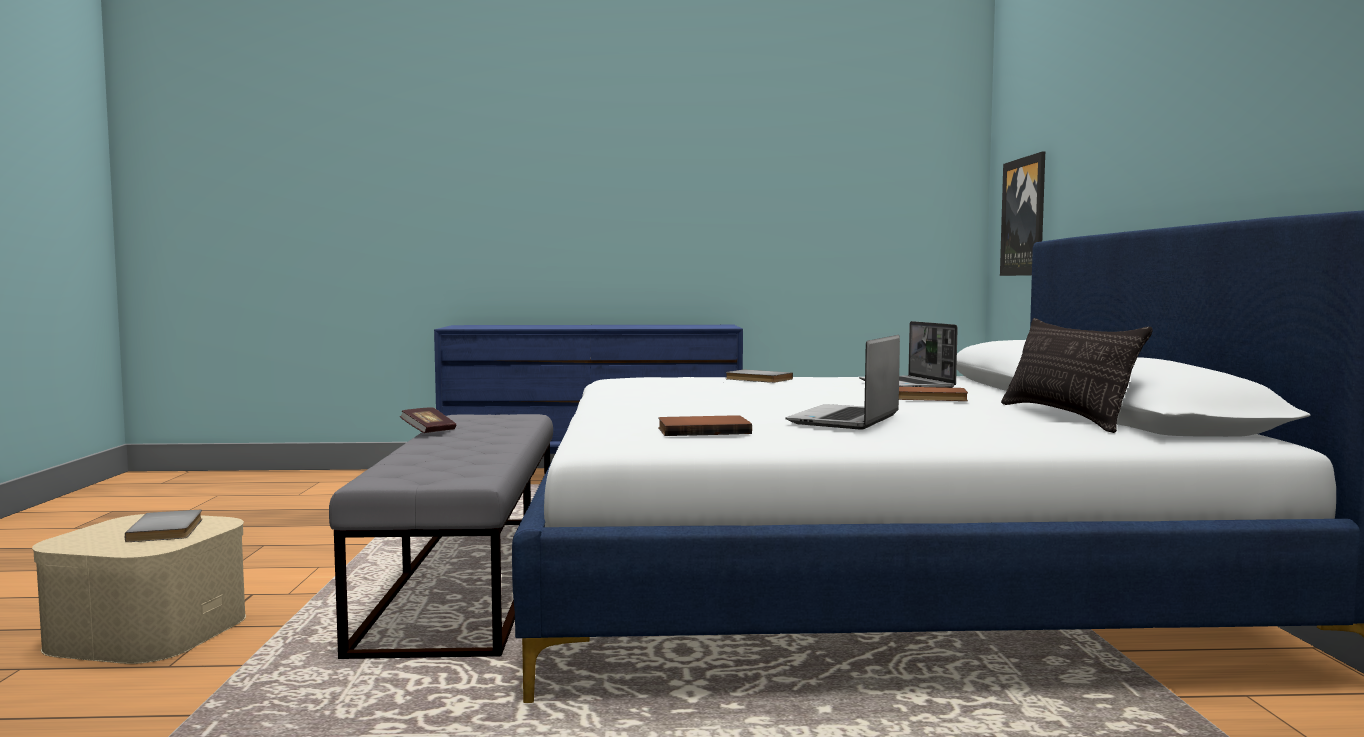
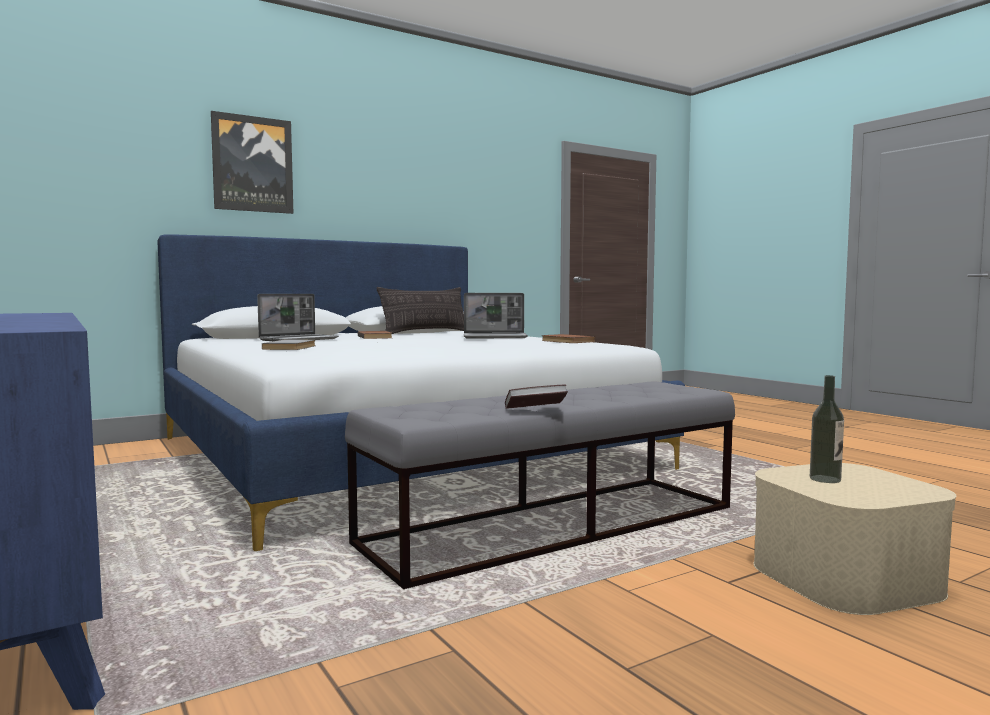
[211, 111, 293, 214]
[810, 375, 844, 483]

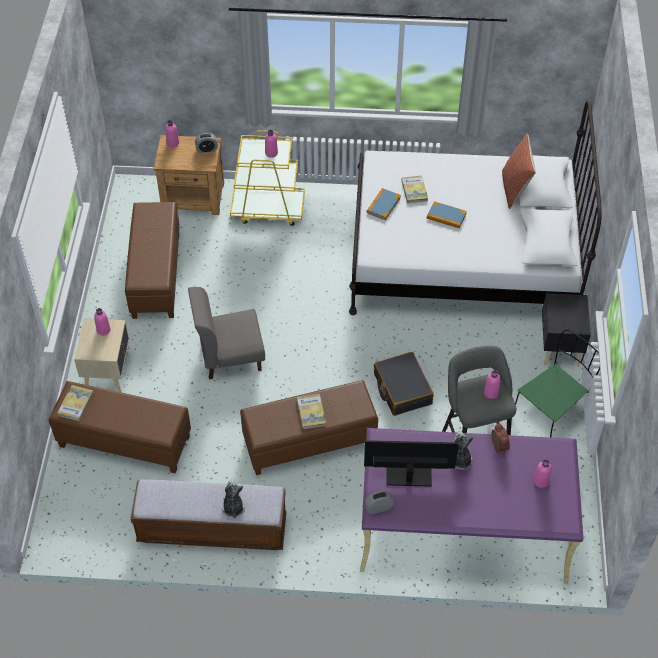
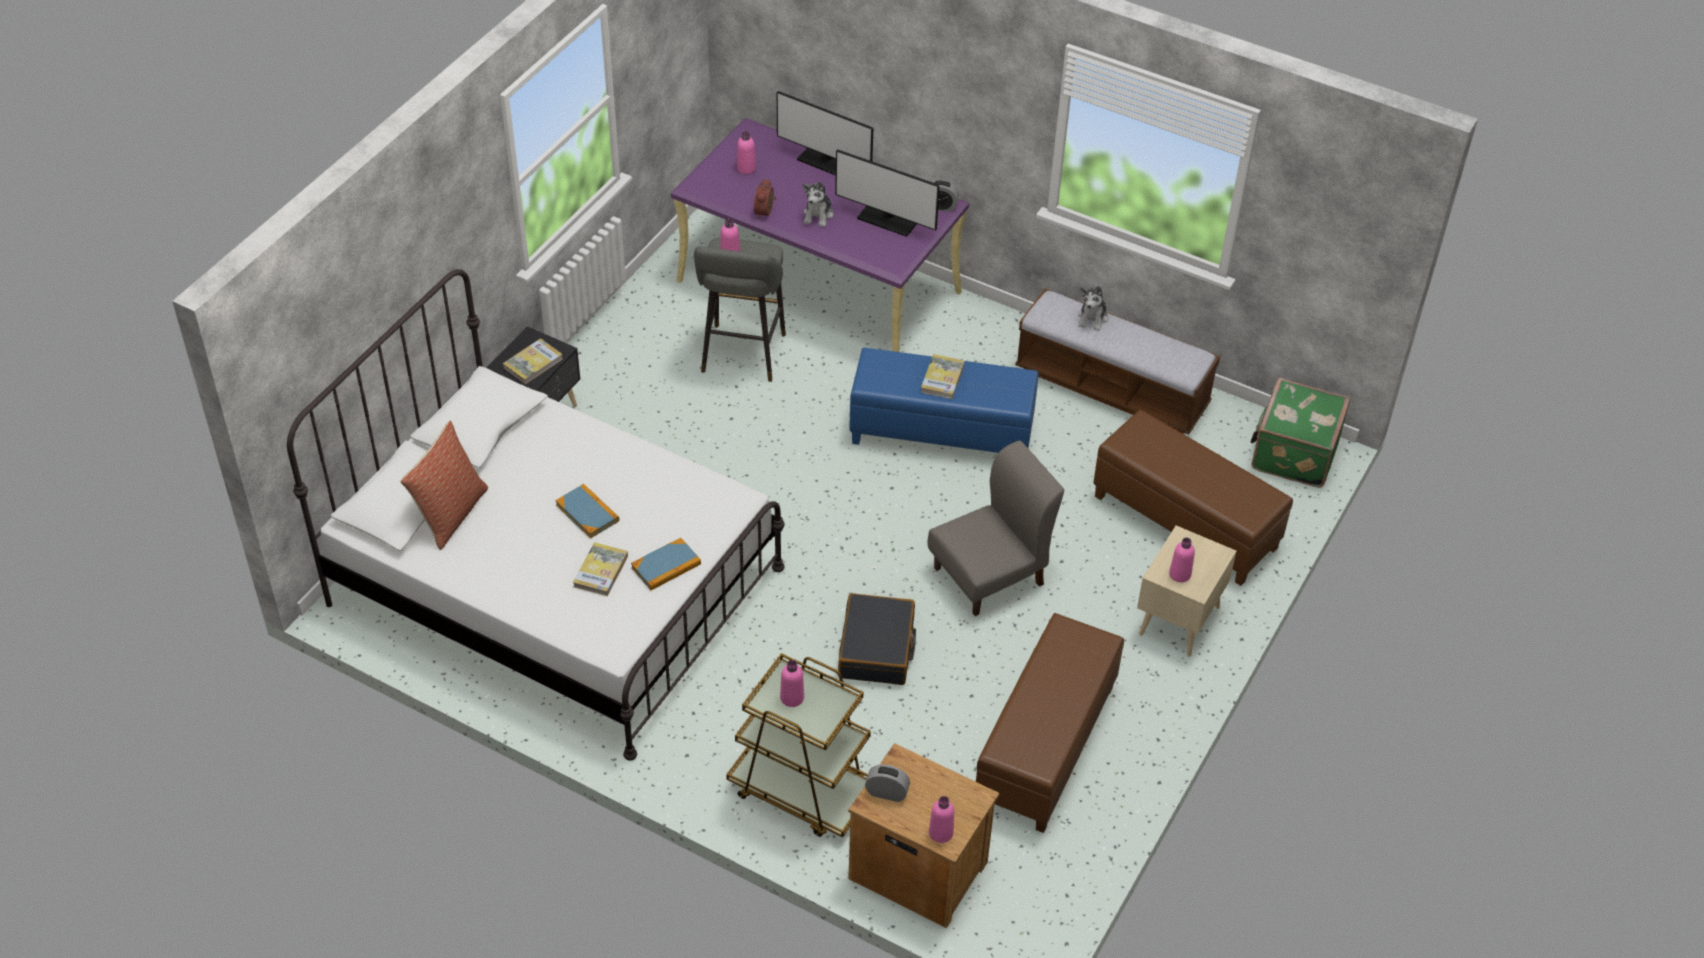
[726, 653, 871, 837]
[928, 441, 1064, 616]
[515, 330, 600, 438] (first image)
[838, 593, 916, 685]
[849, 348, 1039, 453]
[503, 339, 562, 384]
[777, 91, 873, 175]
[1250, 378, 1350, 487]

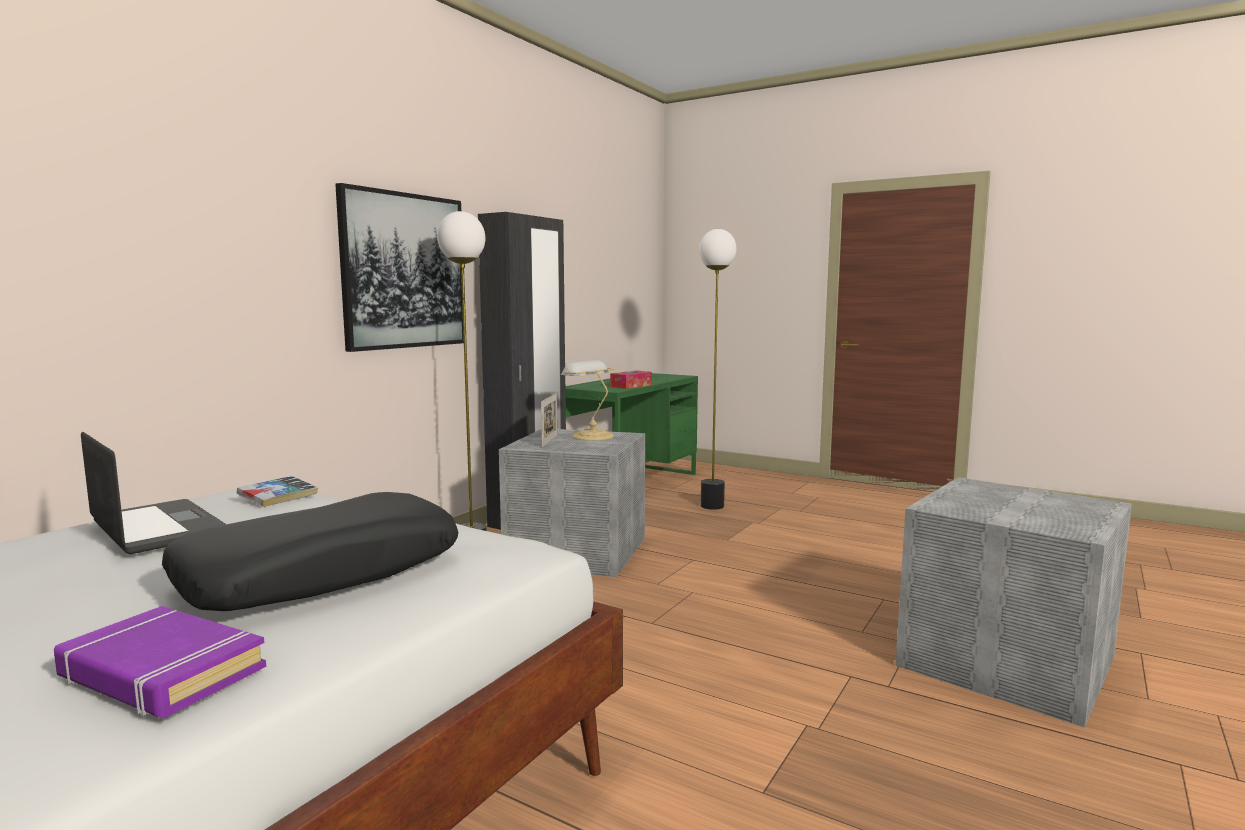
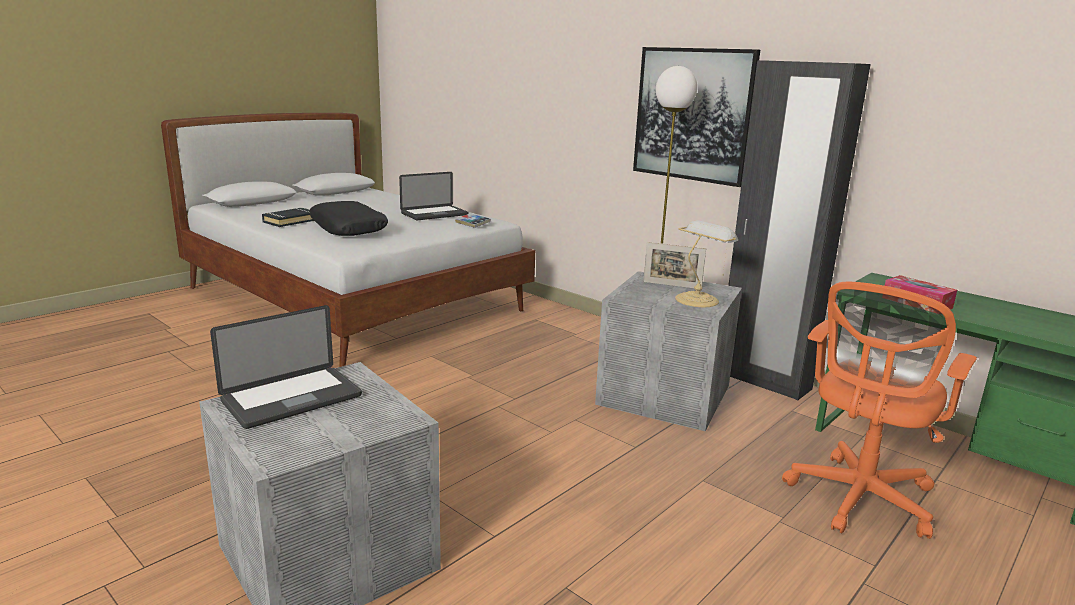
[782, 282, 977, 539]
[262, 208, 314, 227]
[210, 305, 362, 429]

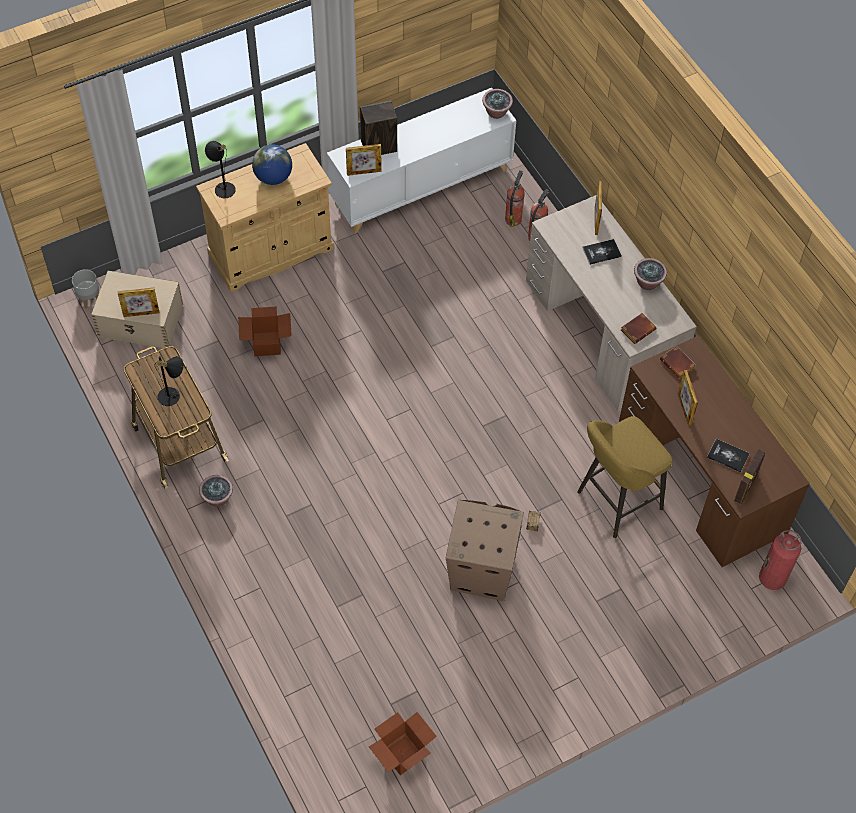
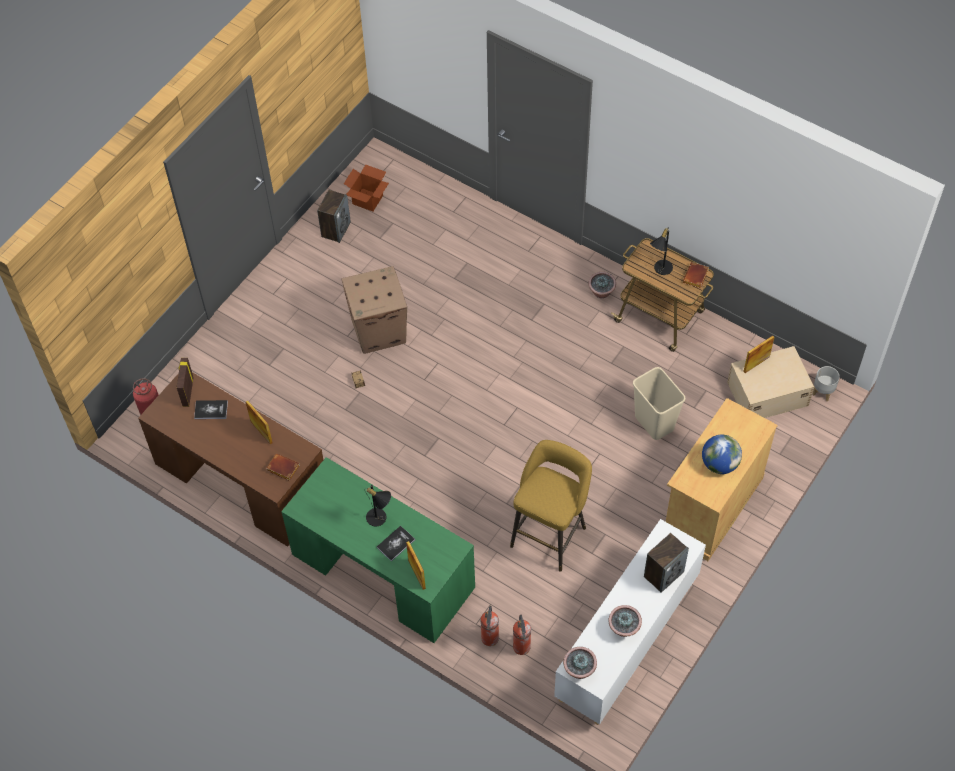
[364, 485, 391, 526]
[346, 144, 382, 176] (first image)
[281, 457, 475, 643]
[609, 605, 642, 637]
[633, 367, 685, 440]
[683, 262, 709, 288]
[510, 440, 592, 571]
[317, 190, 351, 243]

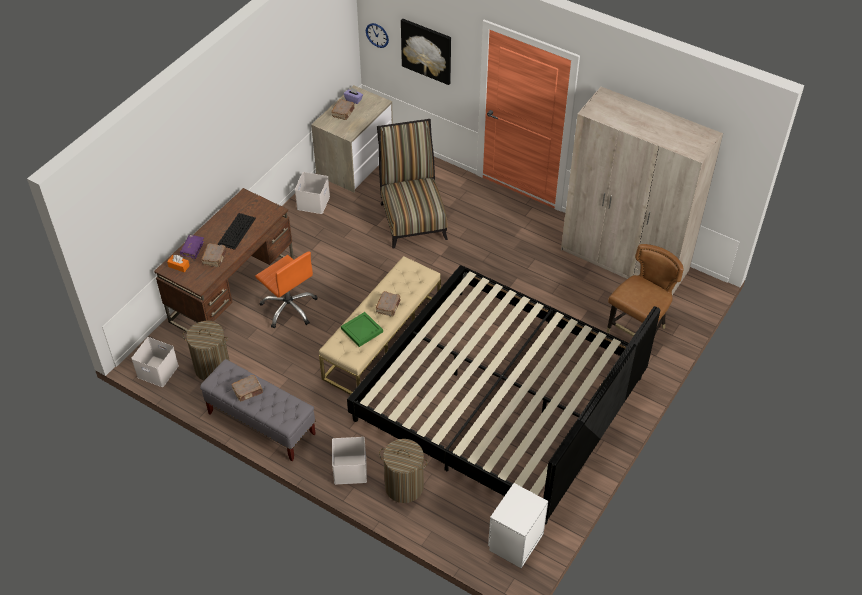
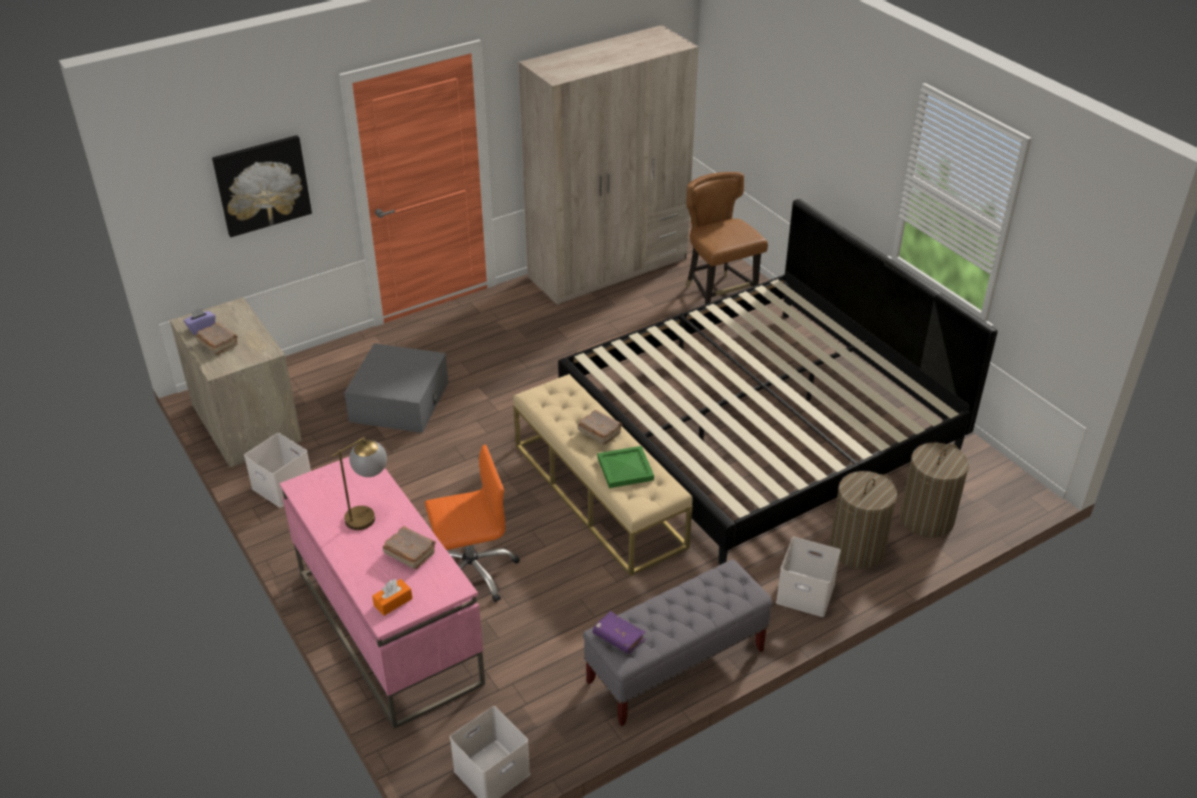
[366, 23, 389, 48] (first image)
[344, 343, 448, 433]
[280, 457, 485, 729]
[331, 437, 387, 530]
[593, 611, 646, 654]
[900, 443, 969, 538]
[232, 375, 263, 401] (first image)
[488, 483, 548, 568] (first image)

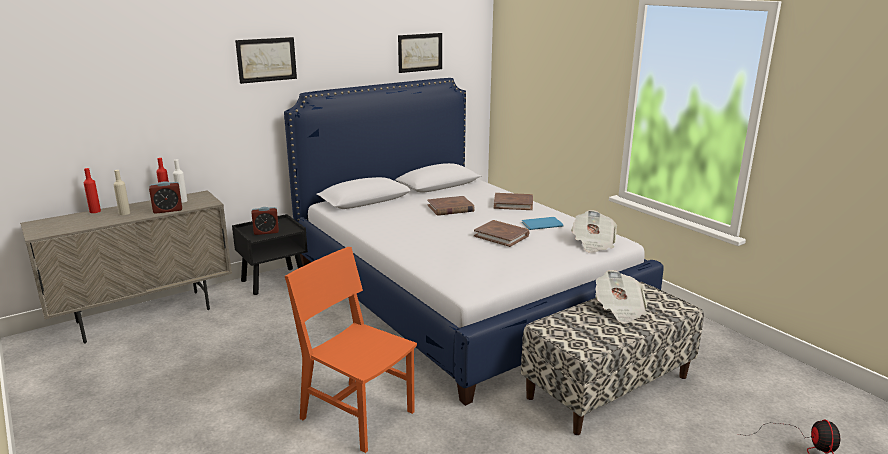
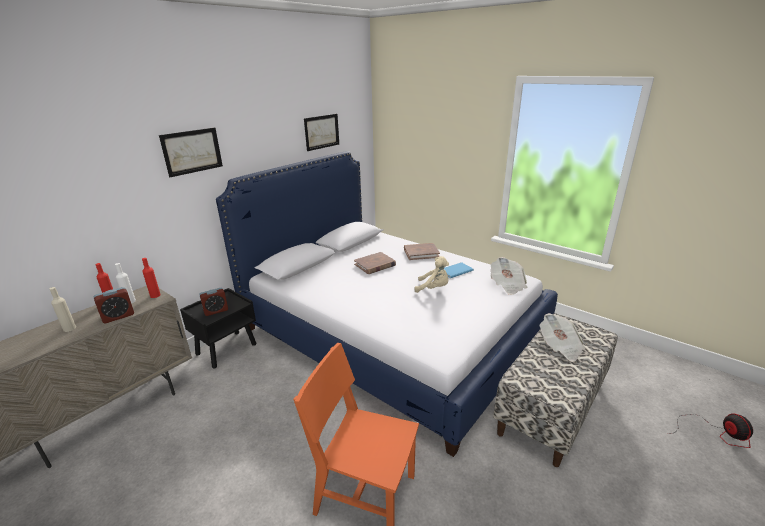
[142, 258, 161, 298]
[414, 256, 449, 293]

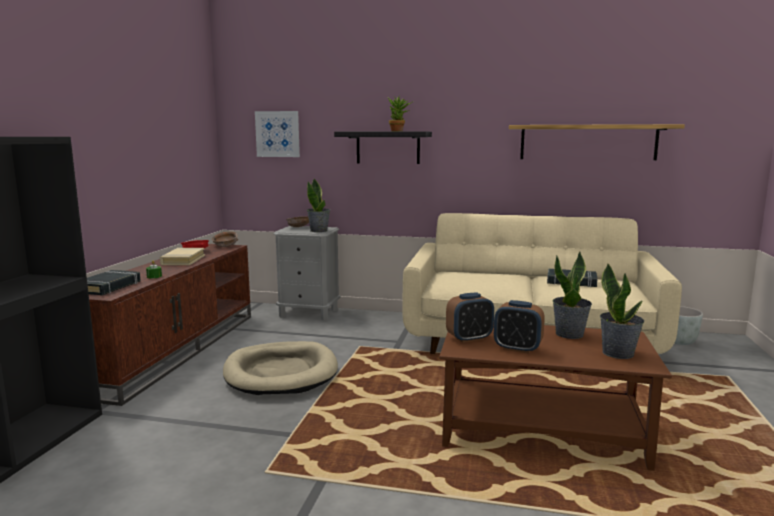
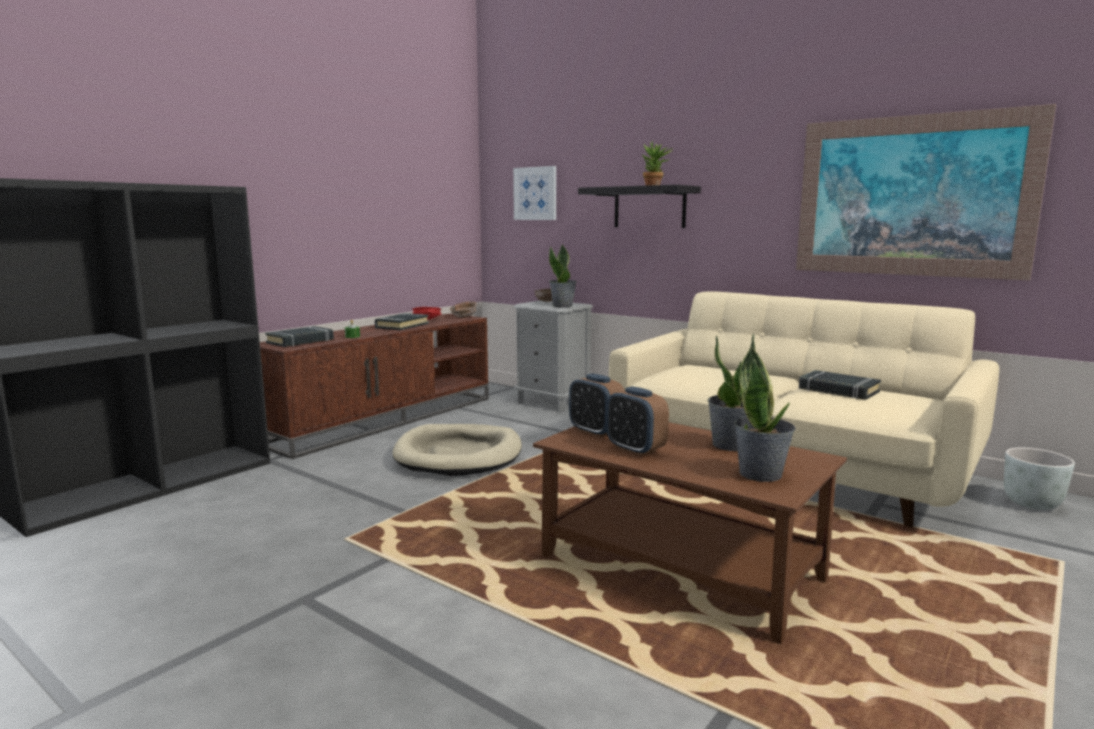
[796, 104, 1056, 280]
[375, 313, 429, 330]
[569, 374, 625, 438]

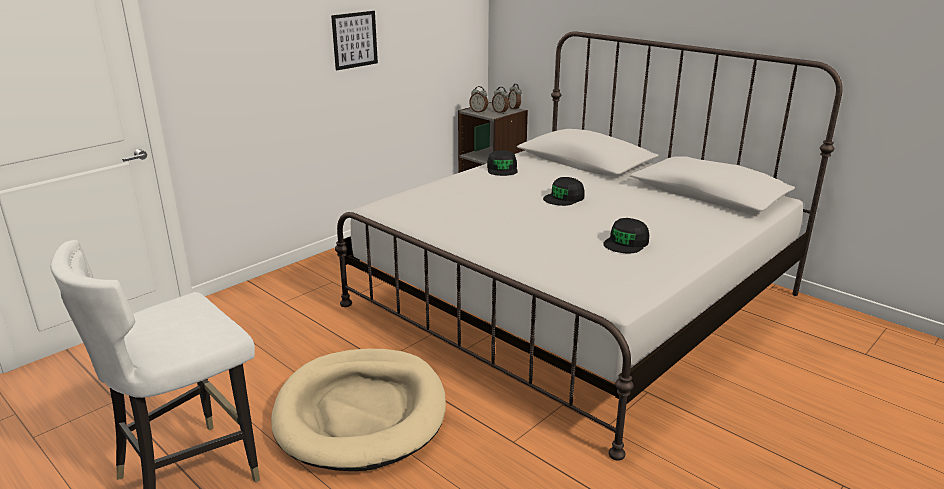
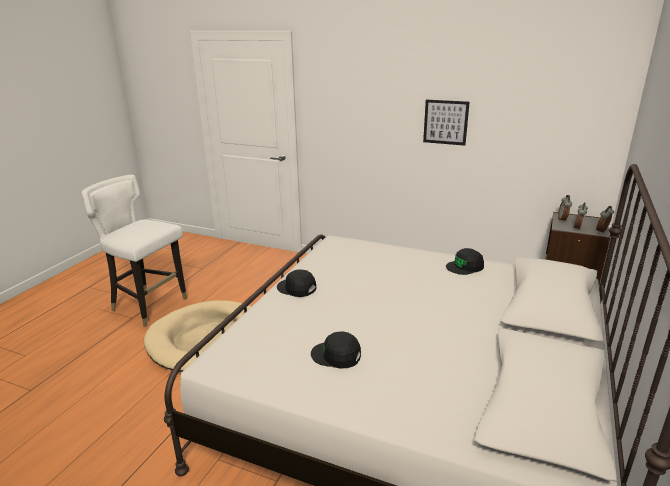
[277, 270, 316, 297]

